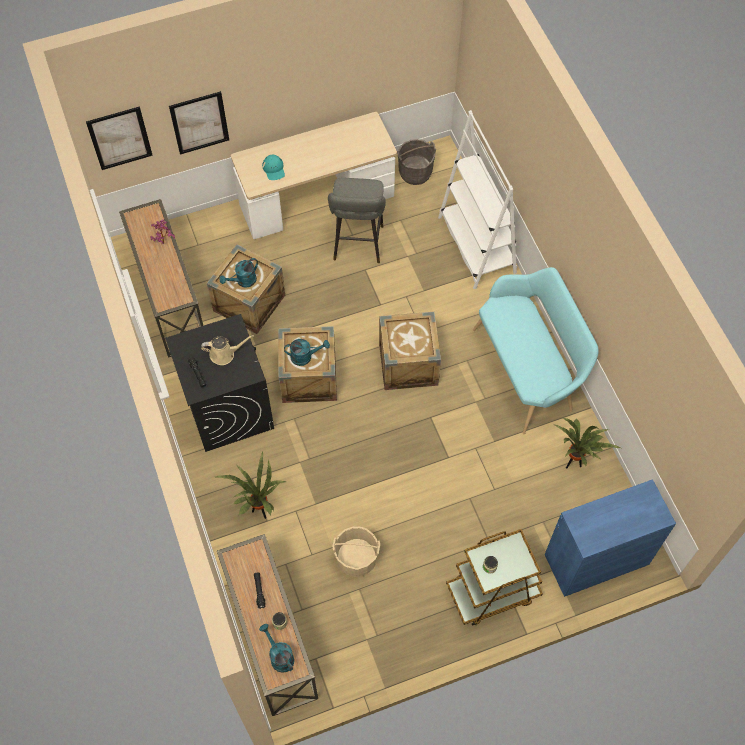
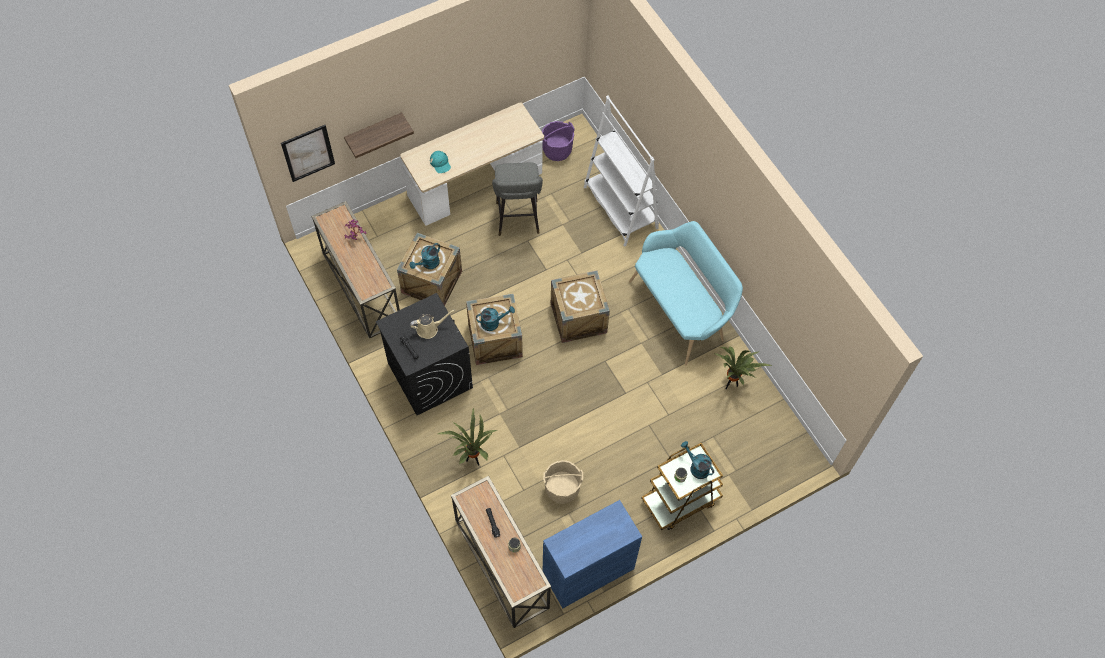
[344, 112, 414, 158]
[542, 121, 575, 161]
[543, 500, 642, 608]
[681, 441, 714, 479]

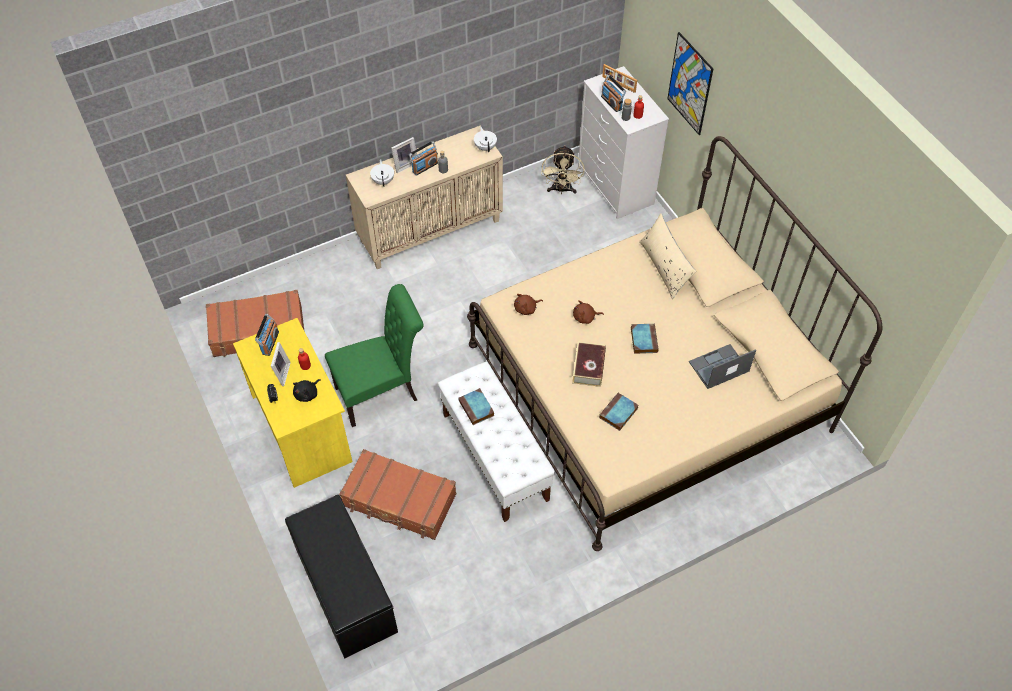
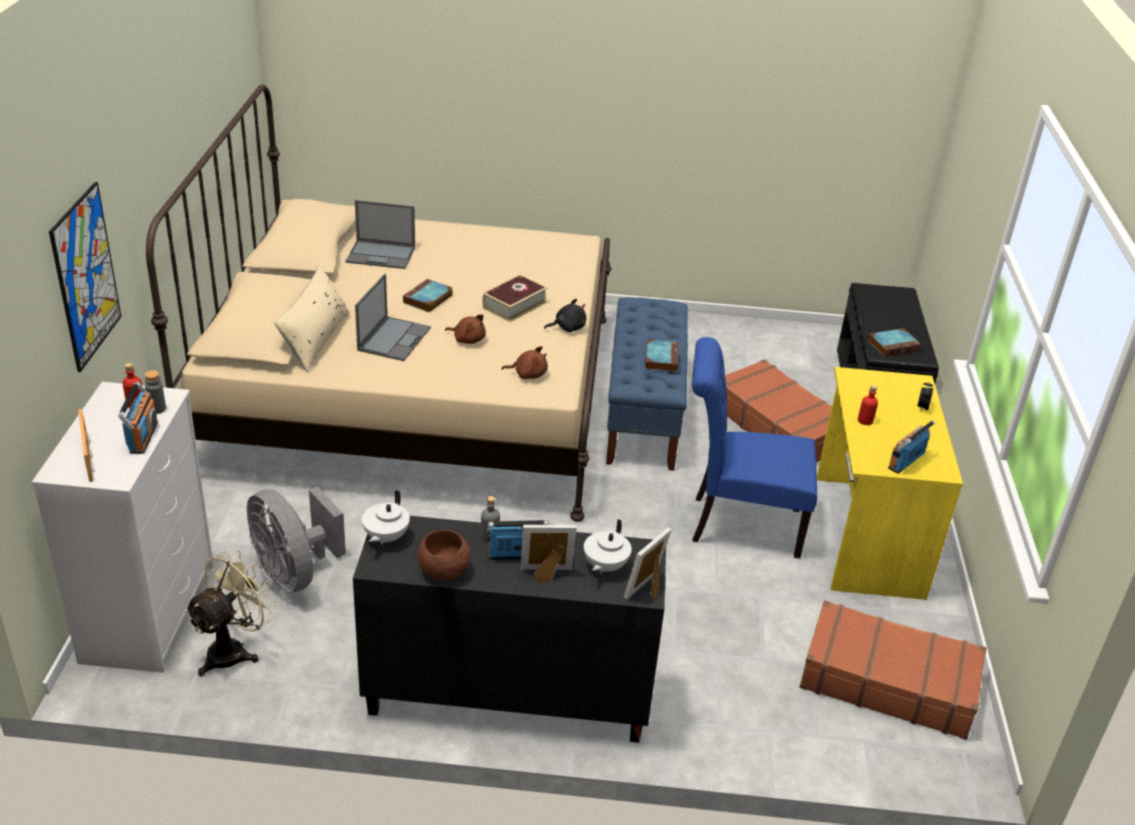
[353, 516, 666, 743]
[692, 337, 817, 558]
[624, 528, 672, 600]
[606, 297, 688, 471]
[544, 299, 586, 332]
[868, 328, 921, 357]
[355, 274, 431, 361]
[247, 486, 346, 593]
[418, 530, 470, 580]

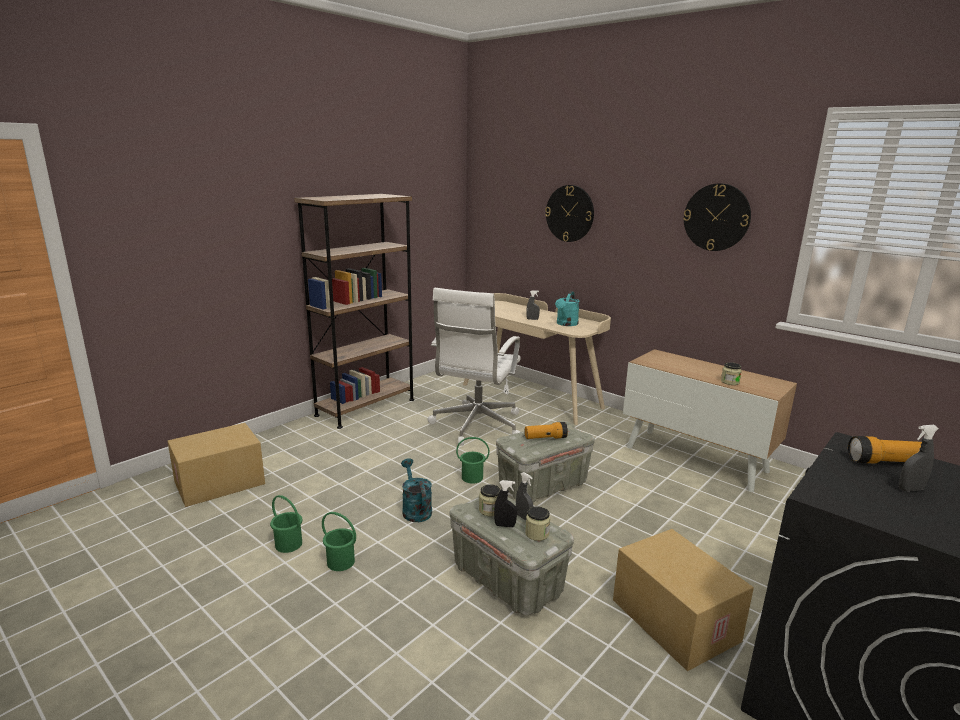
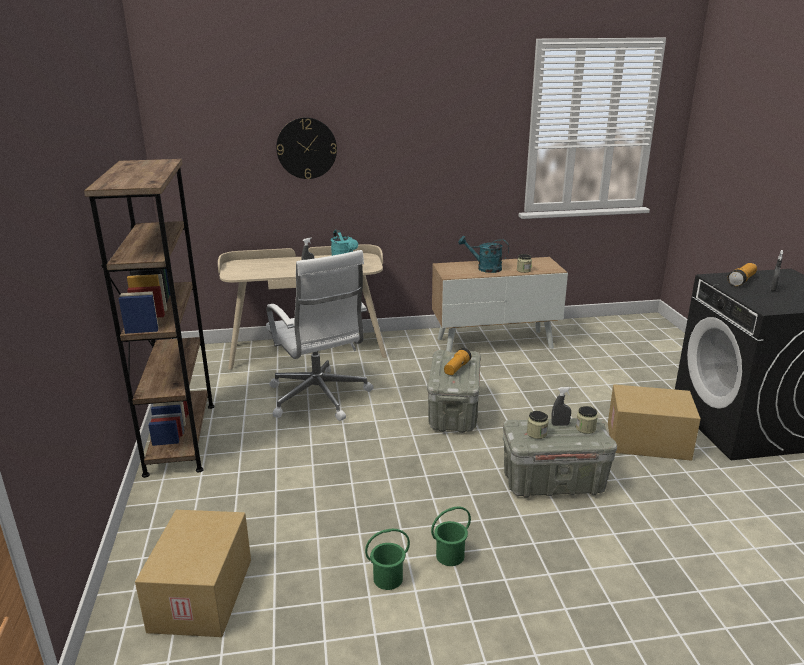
[683, 183, 751, 251] (first image)
[456, 437, 489, 484] (first image)
[458, 236, 509, 273]
[494, 480, 517, 527] (first image)

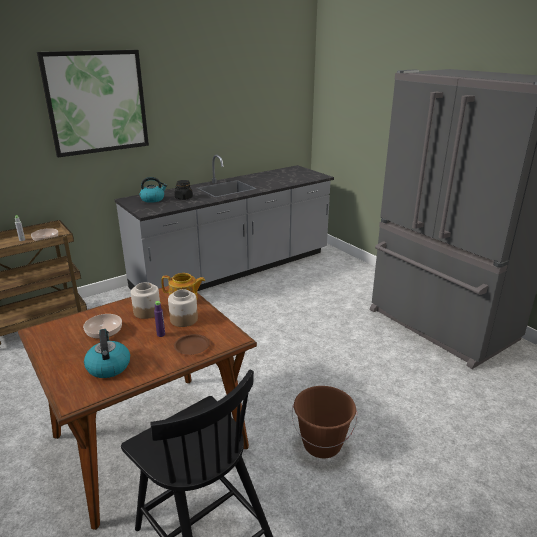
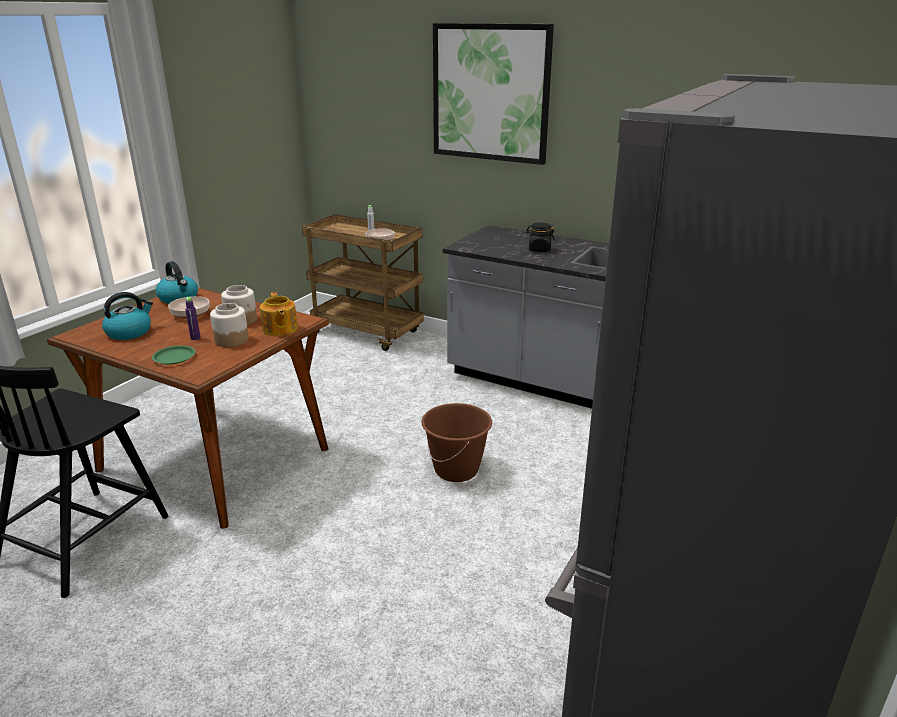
[156, 261, 198, 304]
[152, 346, 196, 364]
[421, 403, 492, 482]

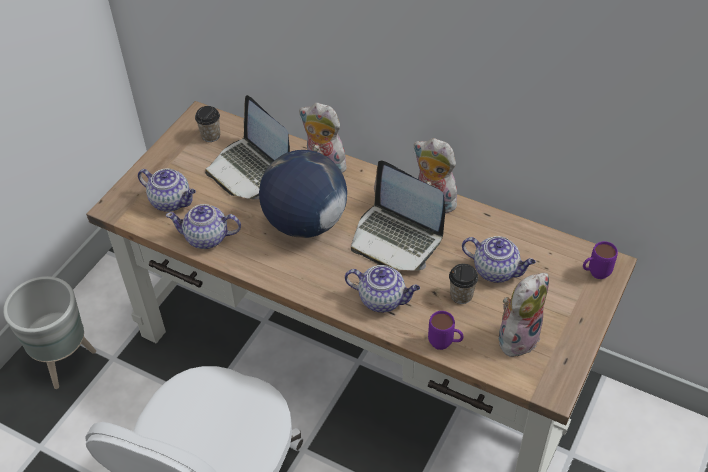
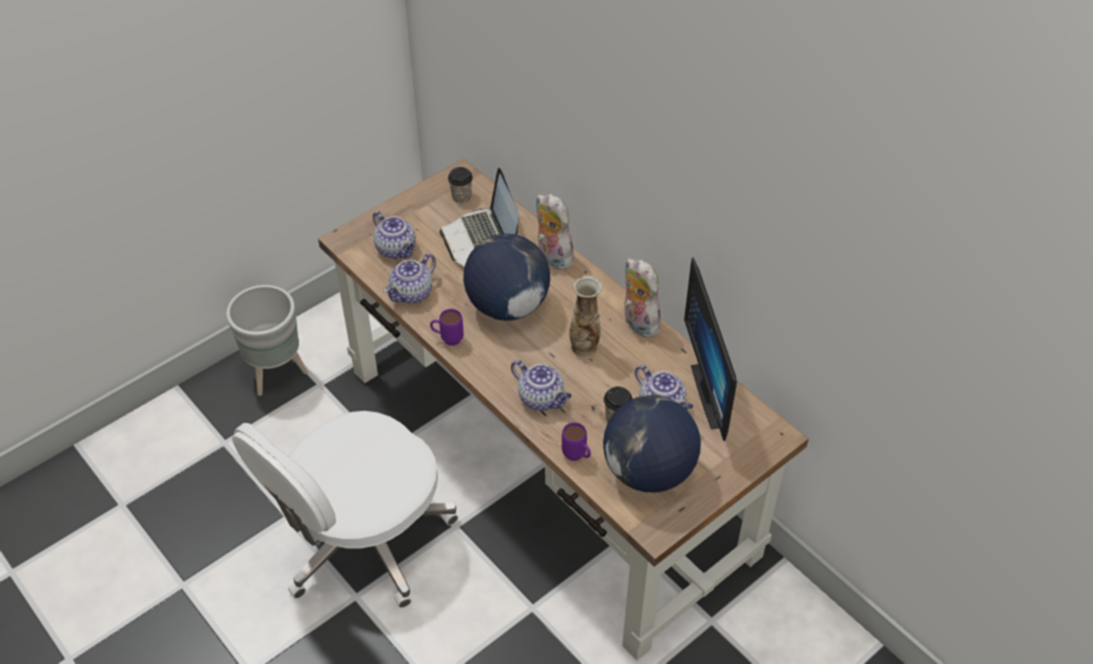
[569, 275, 602, 357]
[383, 254, 436, 304]
[430, 309, 464, 346]
[603, 395, 701, 493]
[684, 257, 737, 441]

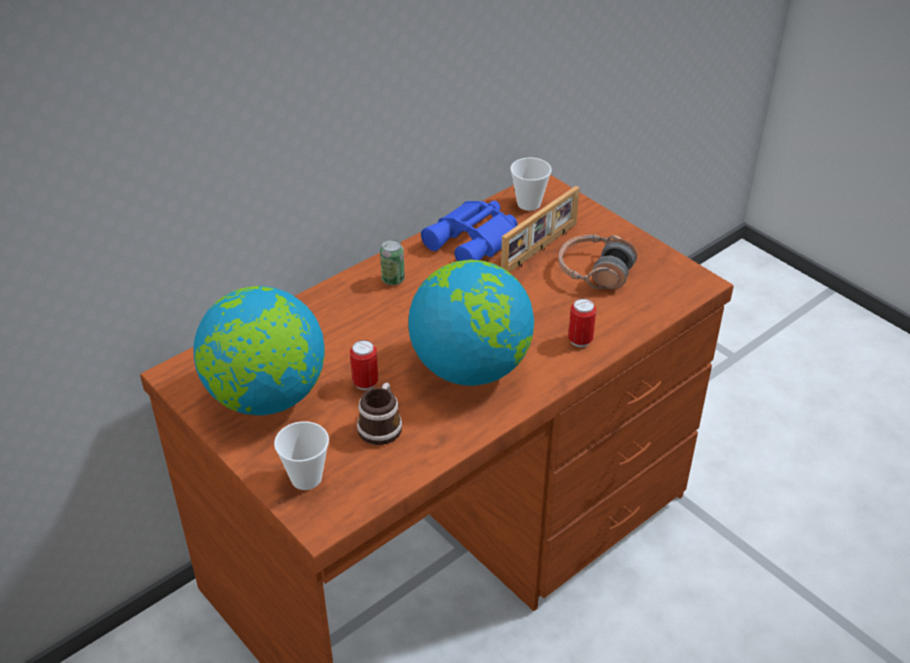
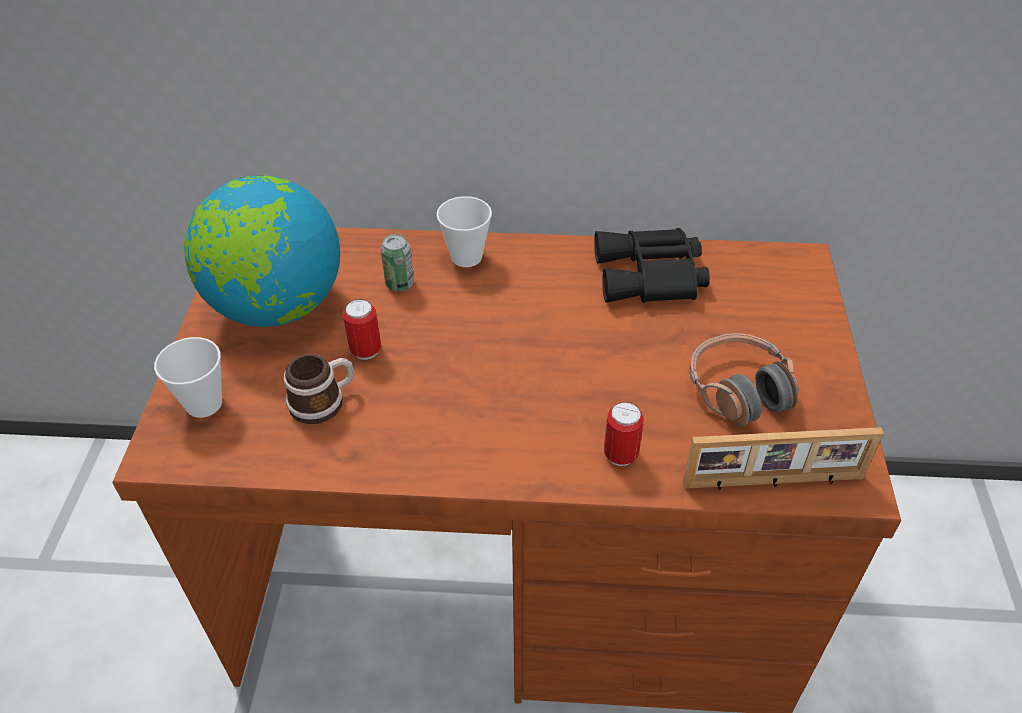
[436, 196, 492, 267]
[683, 427, 884, 490]
[594, 228, 710, 303]
[380, 234, 414, 291]
[409, 260, 534, 386] (first image)

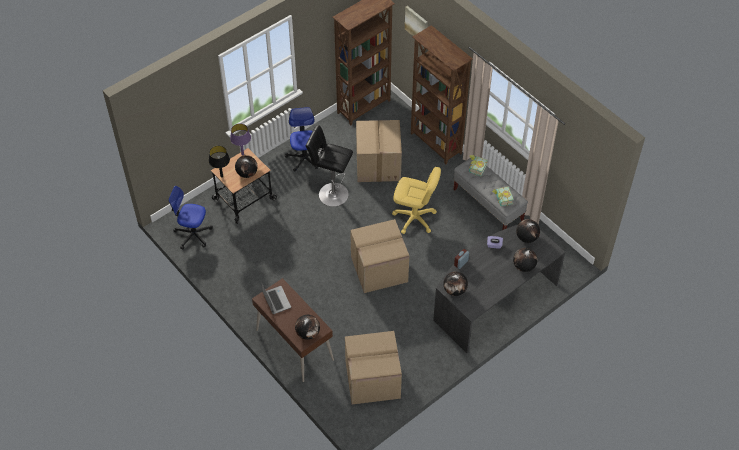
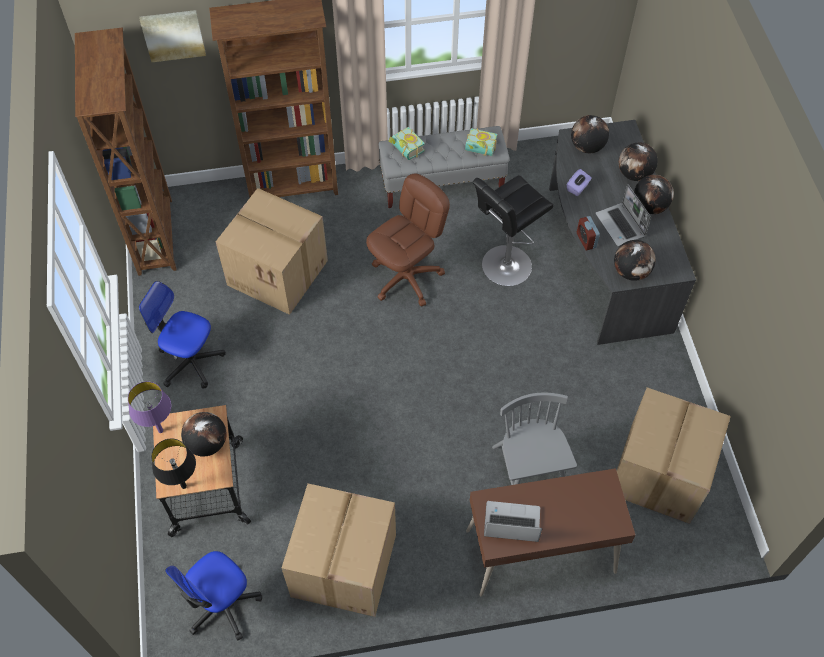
[473, 175, 554, 286]
[366, 174, 450, 307]
[282, 483, 396, 617]
[634, 175, 674, 214]
[596, 184, 651, 246]
[492, 393, 577, 485]

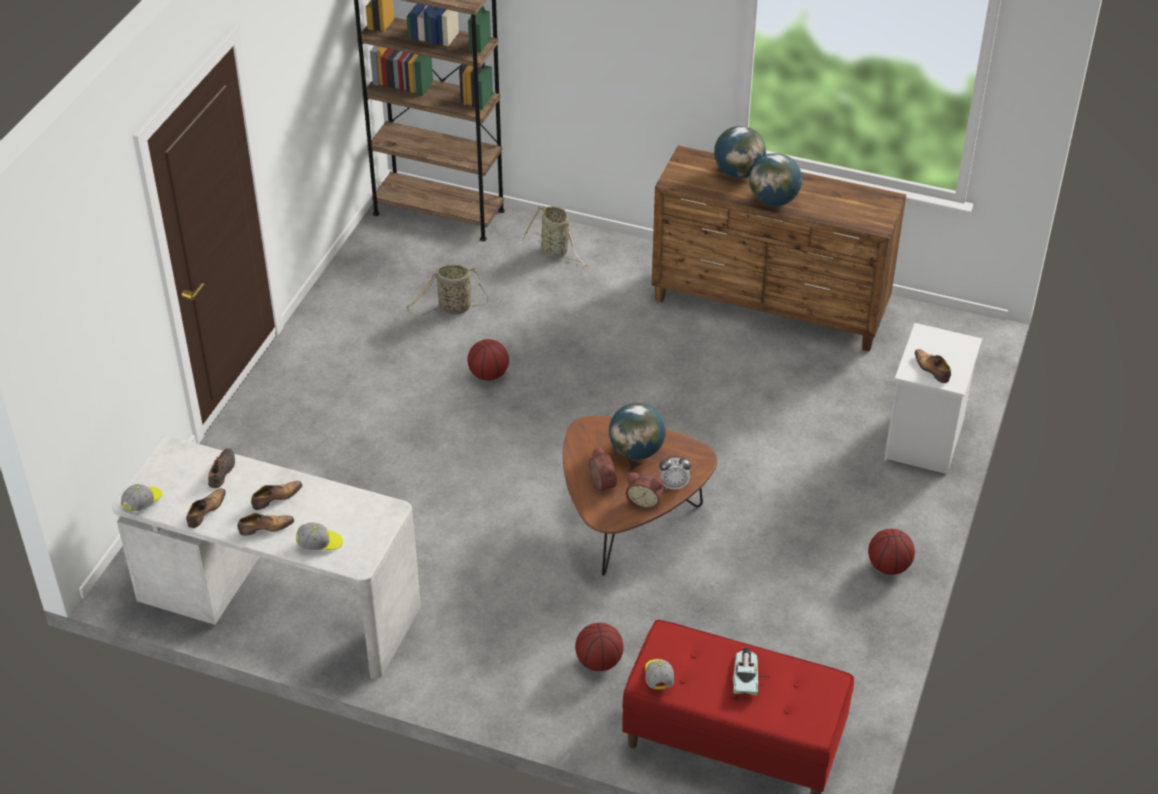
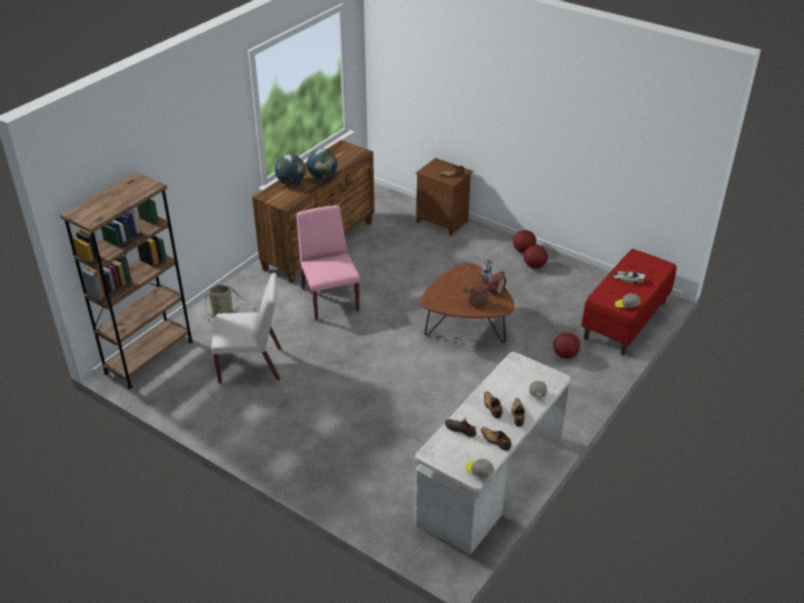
[211, 273, 281, 383]
[416, 158, 473, 236]
[524, 245, 548, 269]
[609, 403, 666, 460] (first image)
[296, 205, 360, 320]

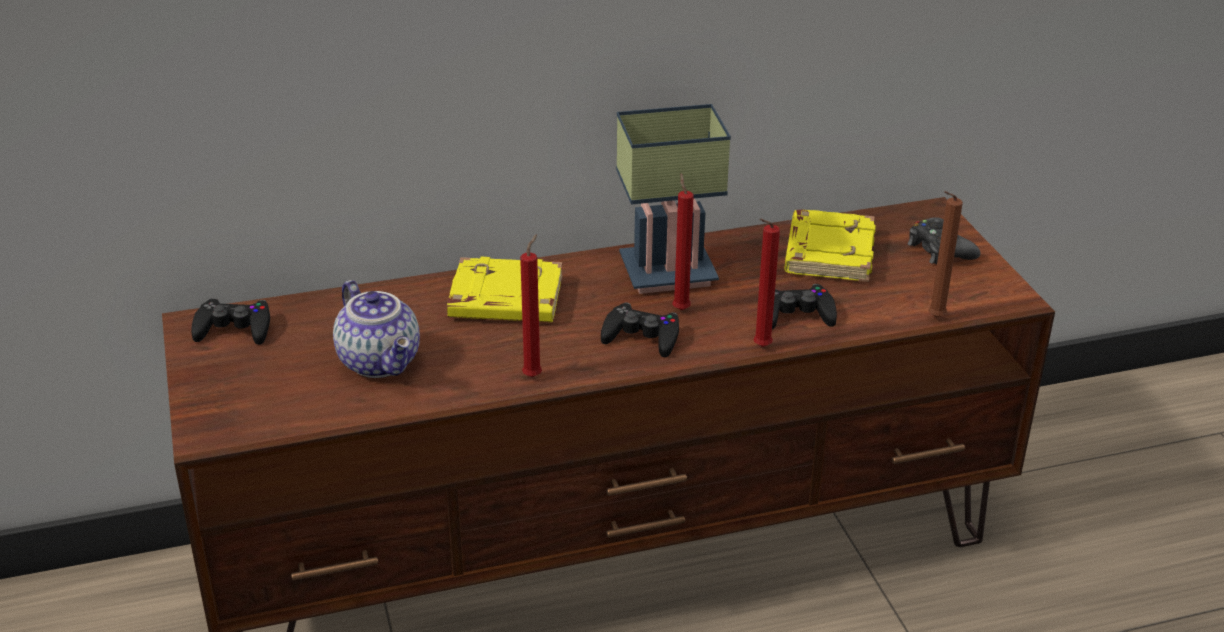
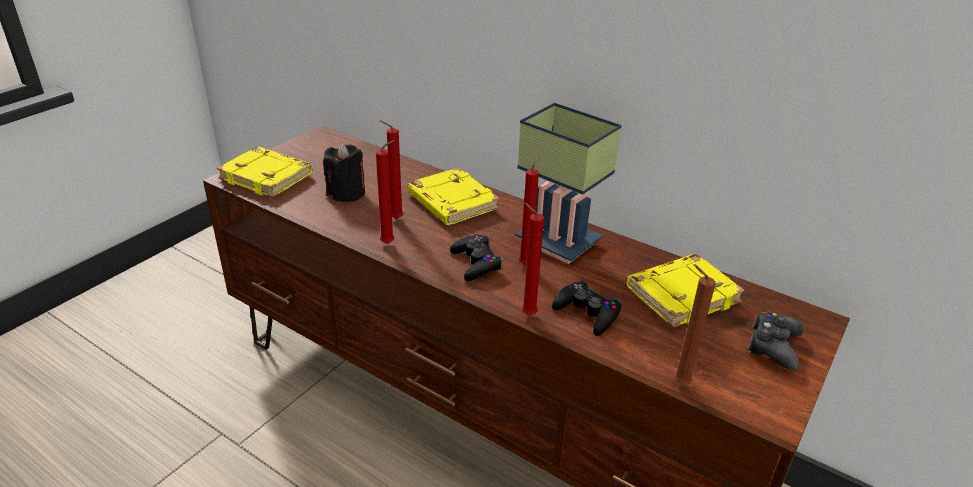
[323, 143, 365, 202]
[191, 298, 270, 345] (first image)
[380, 120, 403, 219]
[217, 147, 313, 198]

